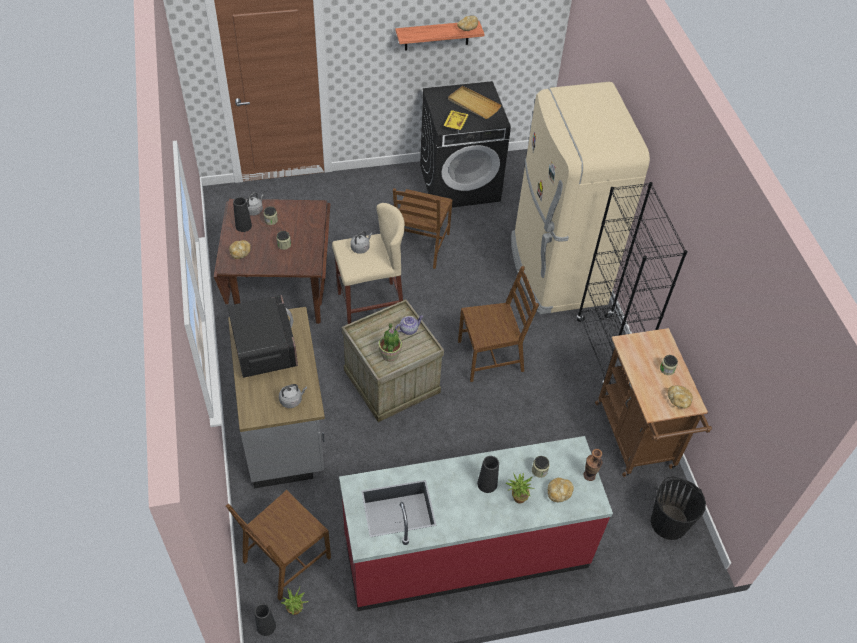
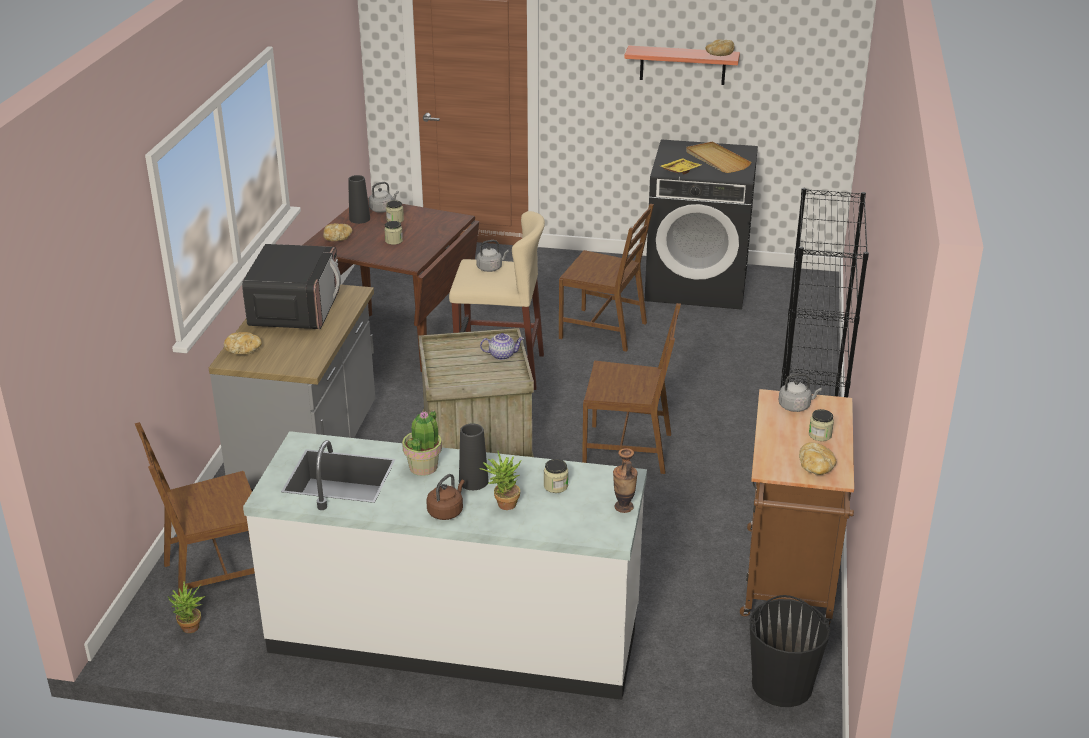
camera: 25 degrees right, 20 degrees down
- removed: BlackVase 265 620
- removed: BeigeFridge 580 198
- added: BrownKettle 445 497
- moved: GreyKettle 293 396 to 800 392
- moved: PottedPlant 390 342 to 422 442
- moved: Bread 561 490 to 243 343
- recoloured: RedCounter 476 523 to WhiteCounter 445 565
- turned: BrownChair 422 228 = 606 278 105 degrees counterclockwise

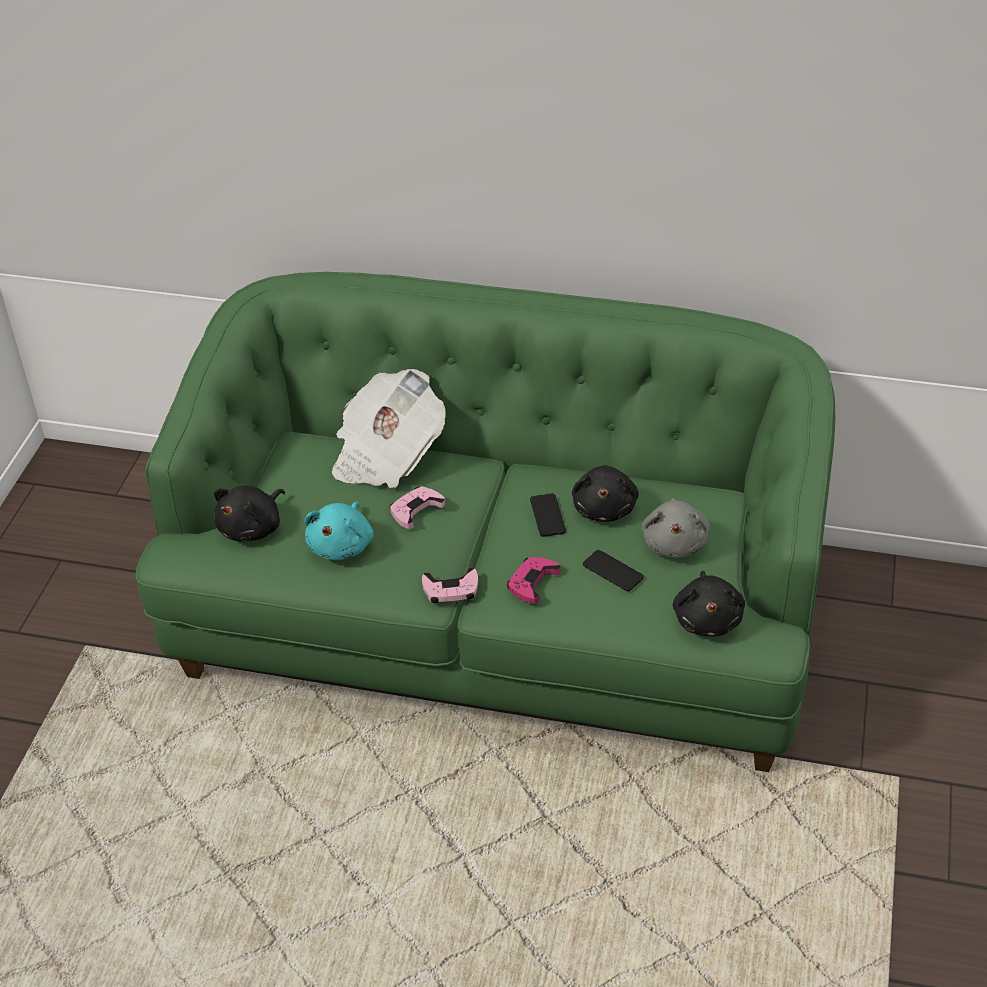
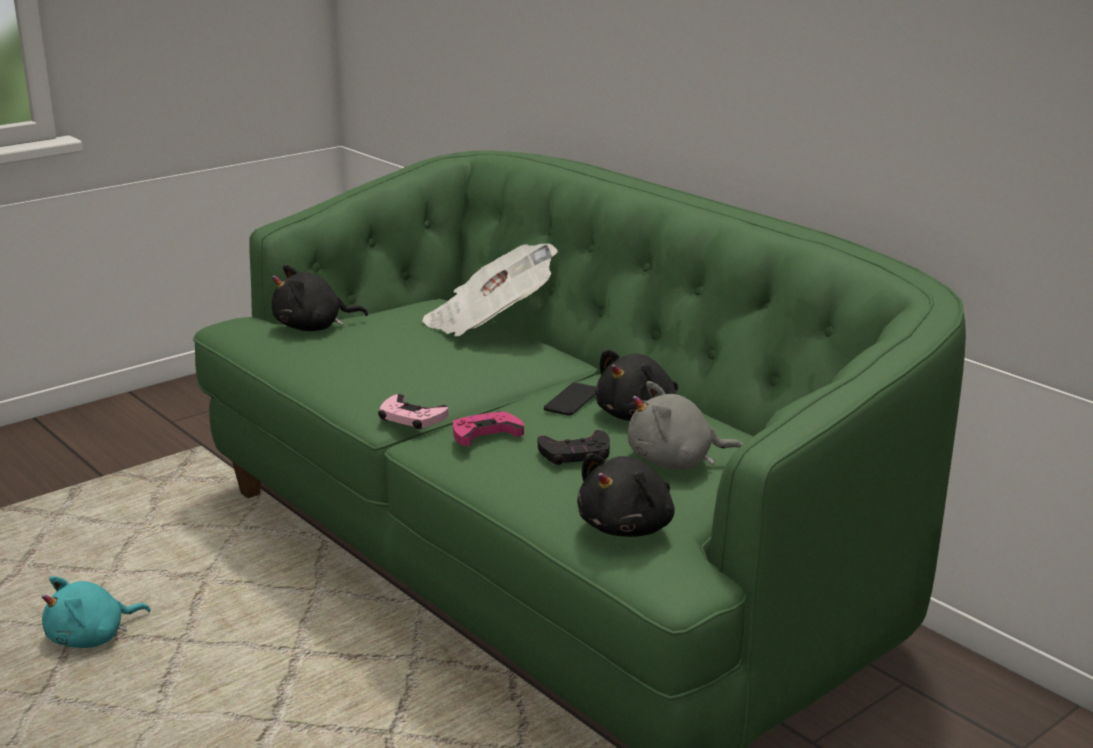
camera: 35 degrees right, 20 degrees down
- removed: PinkGameController 417 507
- moved: TurquoisePlushToy 339 531 to 96 612
- replaced: Phone 613 570 to BlackGameController 574 447
- turned: GreyPlushToy 675 528 = 685 425 45 degrees clockwise

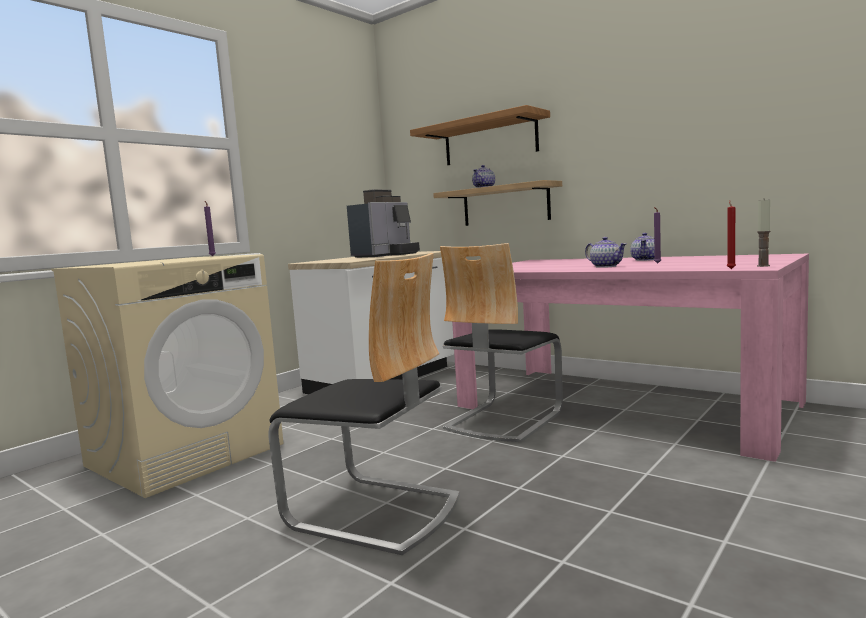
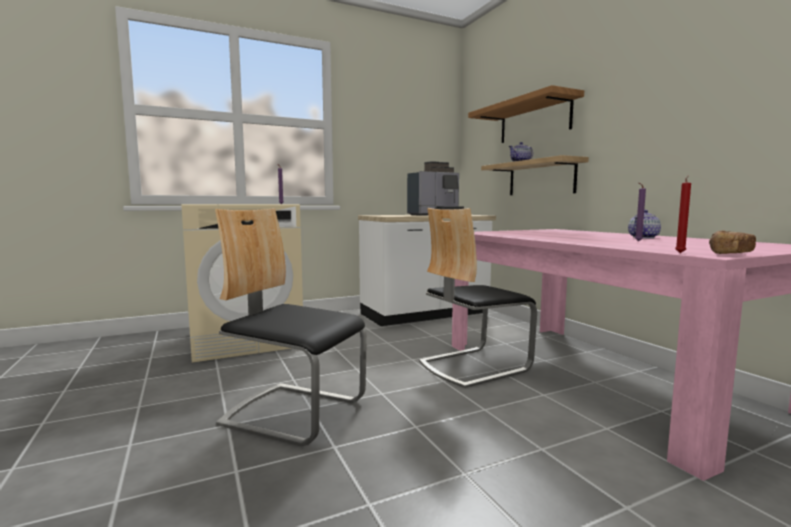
camera: 25 degrees right, 0 degrees up
- removed: Teapot 606 252
- replaced: Candle 764 233 to Bread 732 242
- turned: Chair 364 404 = 291 327 150 degrees clockwise

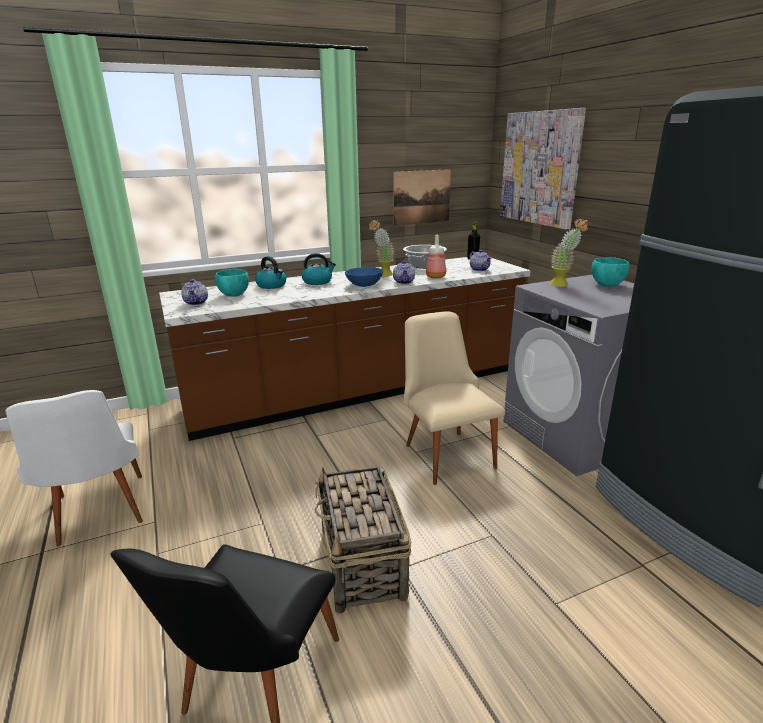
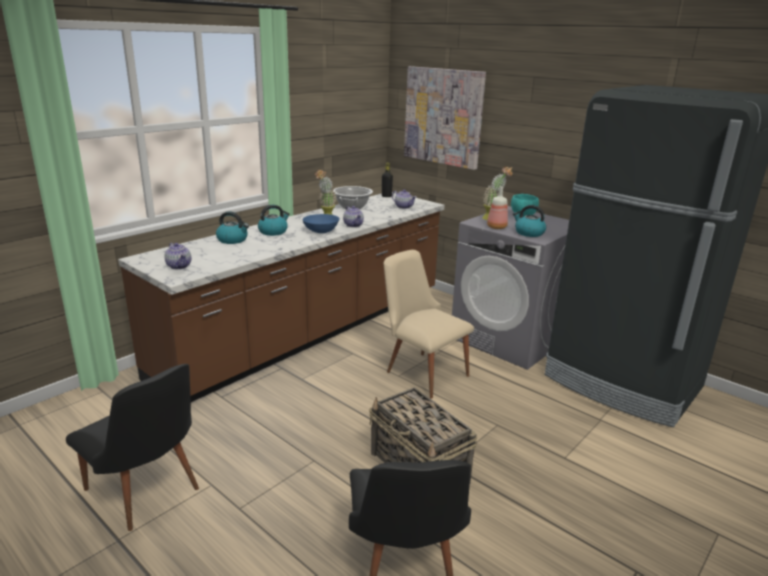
camera: 25 degrees left, 0 degrees up
- removed: TurquoiseBowl 232 283
- removed: Picture 422 197
- added: Kettle 529 221
- moved: Bottle 436 256 to 497 207
- recoloured: WhiteChair 74 468 to BlackChair 132 447

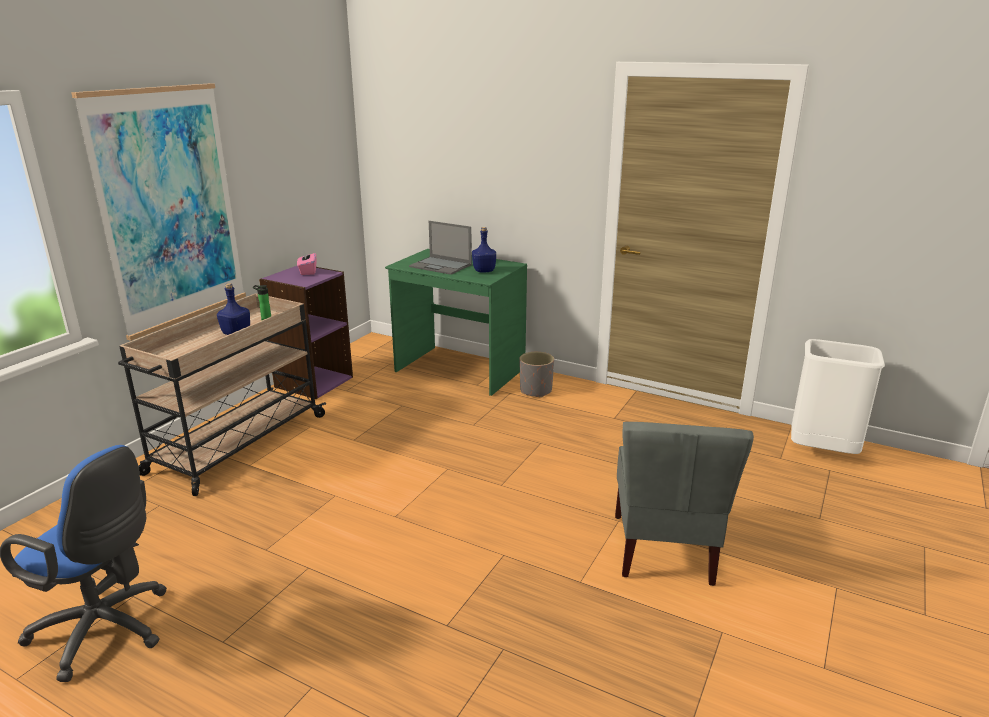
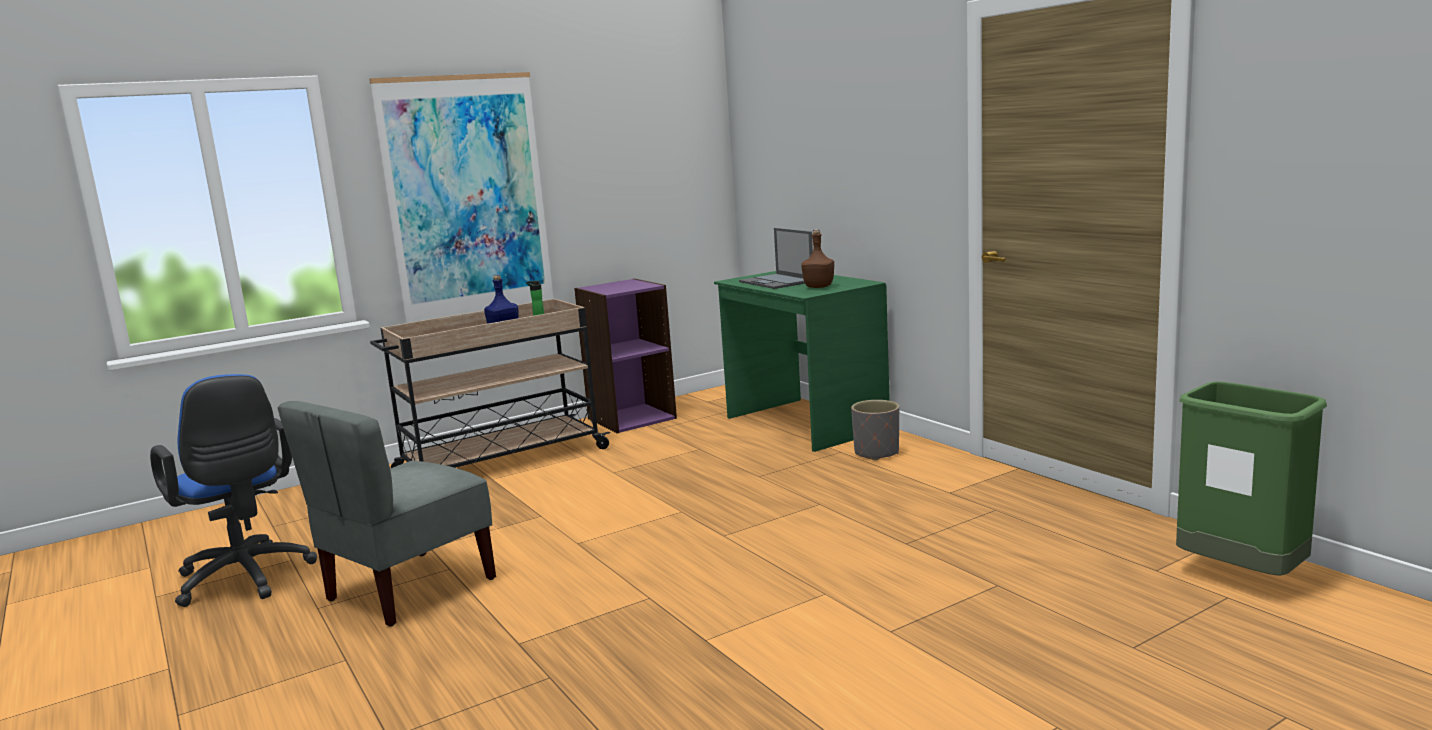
camera: 30 degrees right, 10 degrees down
- removed: PinkTissueBox 306 262
- moved: GreyChair 684 504 to 387 514
- recoloured: BlueBottle 484 250 to BrownBottle 818 258
- recoloured: WhiteTrashCan 838 396 to GreenTrashCan 1251 478

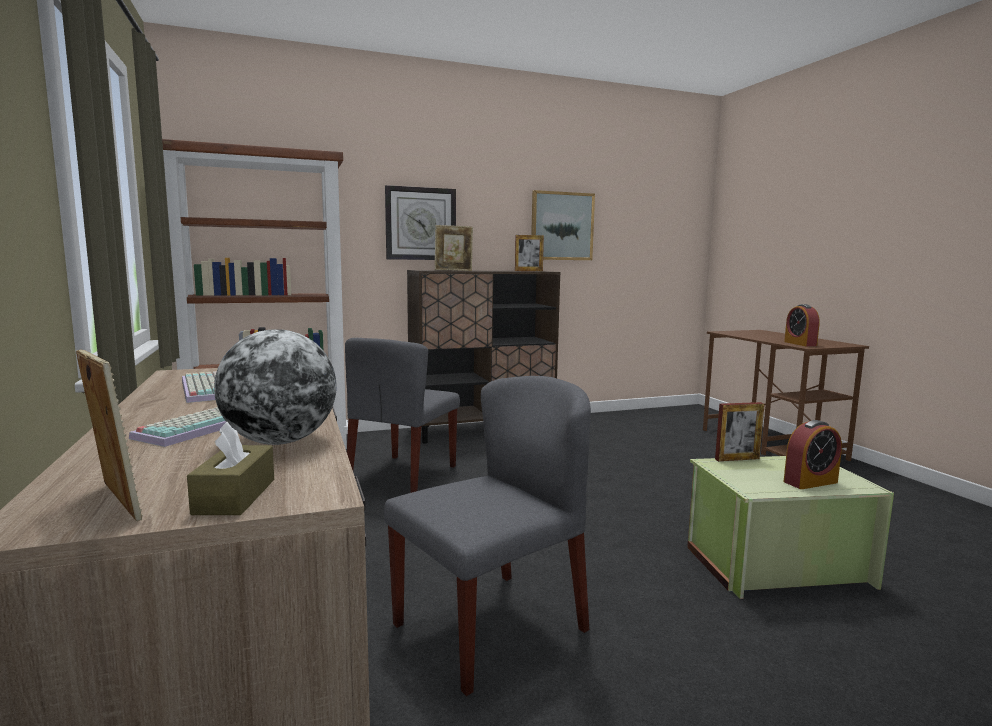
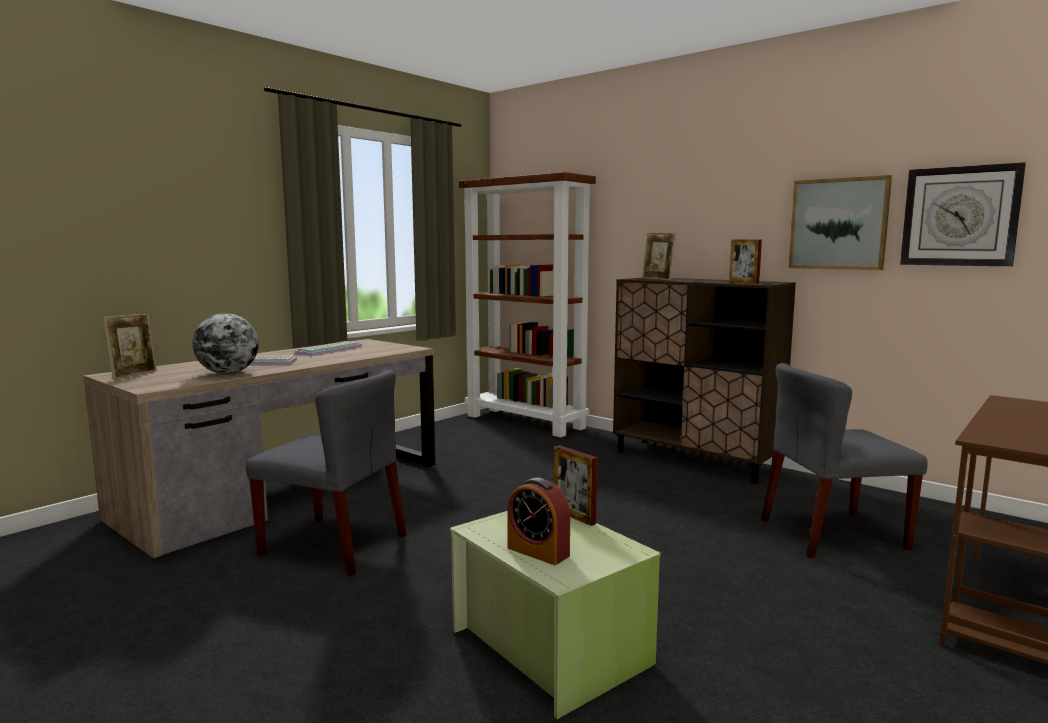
camera: 60 degrees right, 0 degrees up
- removed: BrownTissueBox 230 468
- removed: AlarmClock 802 325
- moved: GreyChair 402 415 to 844 460
- moved: WallClock 420 222 to 963 214

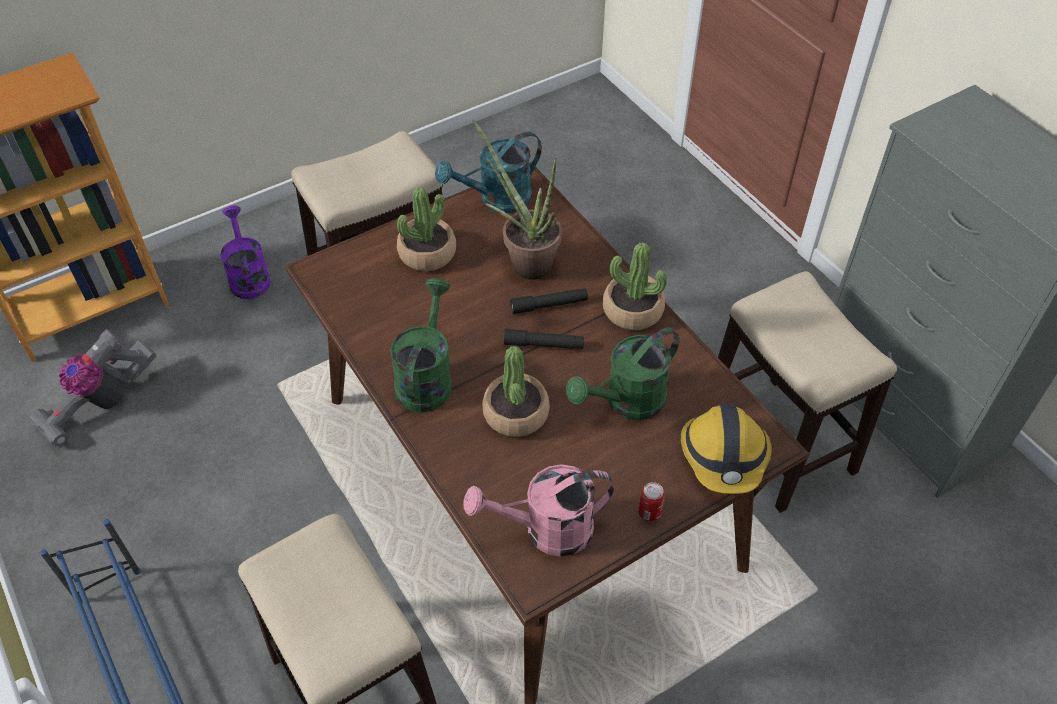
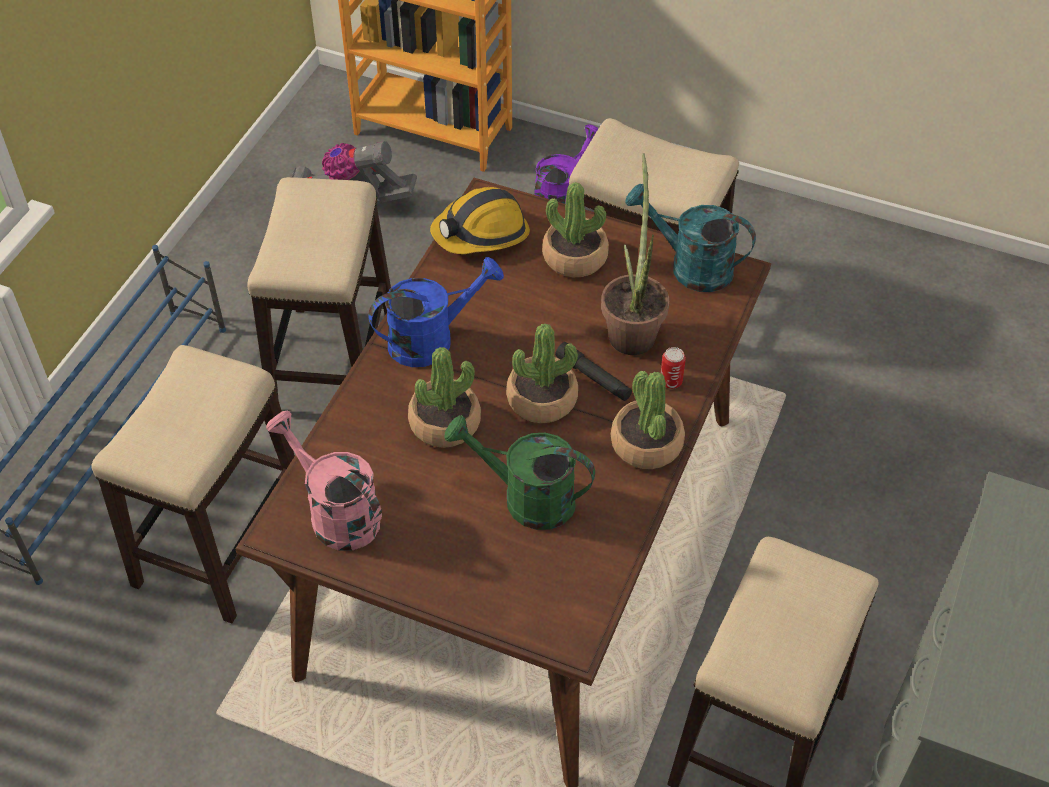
camera: 55 degrees right, 0 degrees up
- added: Stool 319 287
- moved: Can 651 501 to 673 368
- moved: HardHat 726 449 to 480 220
- replaced: BlackFlashlight 544 339 to PottedPlant 542 373
- recoloured: GreenWateringCan 421 345 to BlueWateringCan 436 312

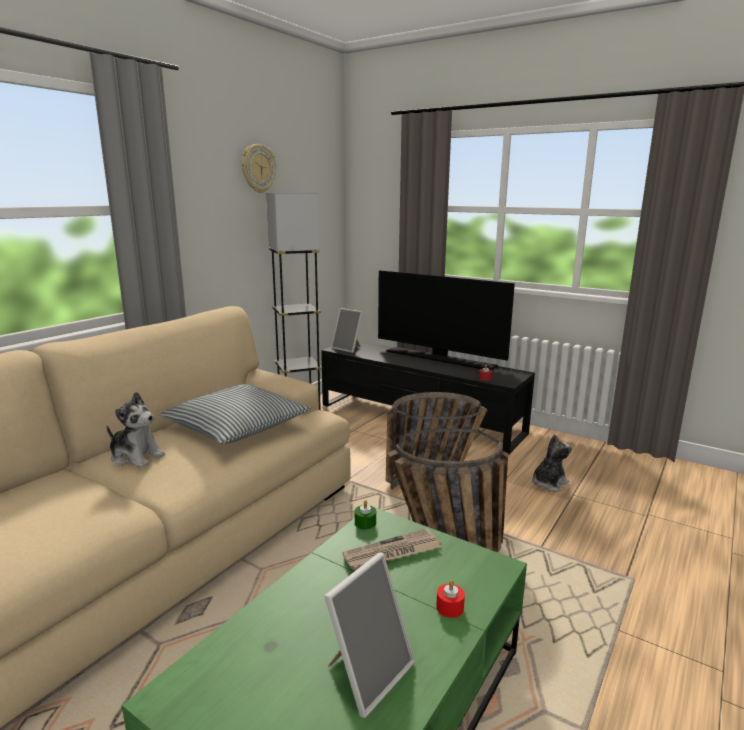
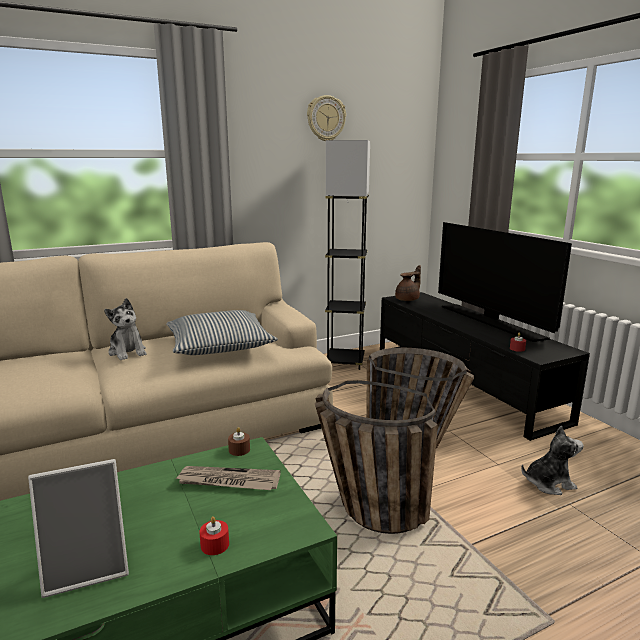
camera: 30 degrees right, 0 degrees up
- replaced: PictureFrame 347 330 to BrownTeapot 408 283
- recoloured: GreenCandle 365 515 to BrownCandle 239 441

